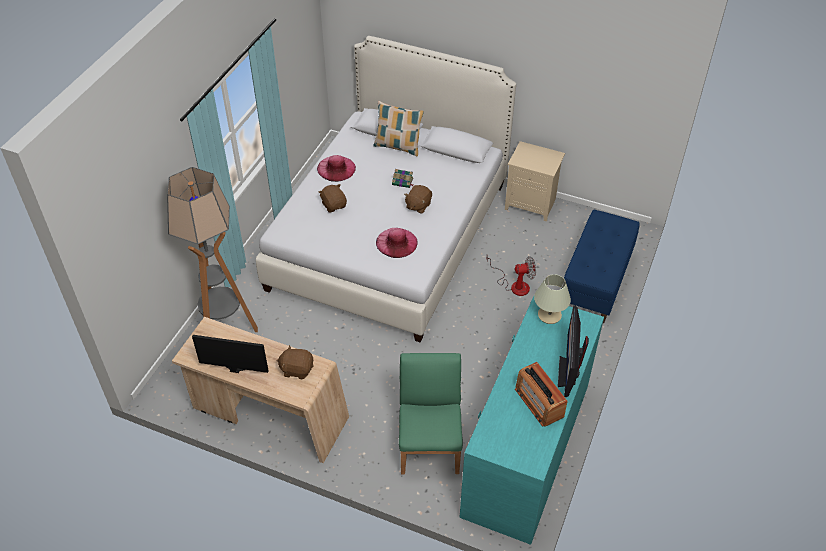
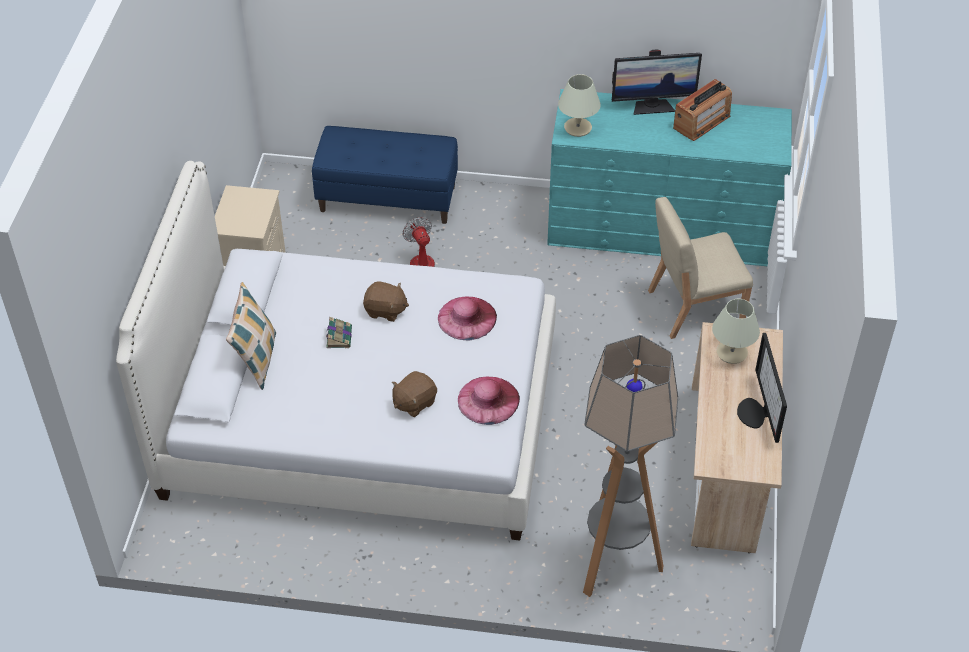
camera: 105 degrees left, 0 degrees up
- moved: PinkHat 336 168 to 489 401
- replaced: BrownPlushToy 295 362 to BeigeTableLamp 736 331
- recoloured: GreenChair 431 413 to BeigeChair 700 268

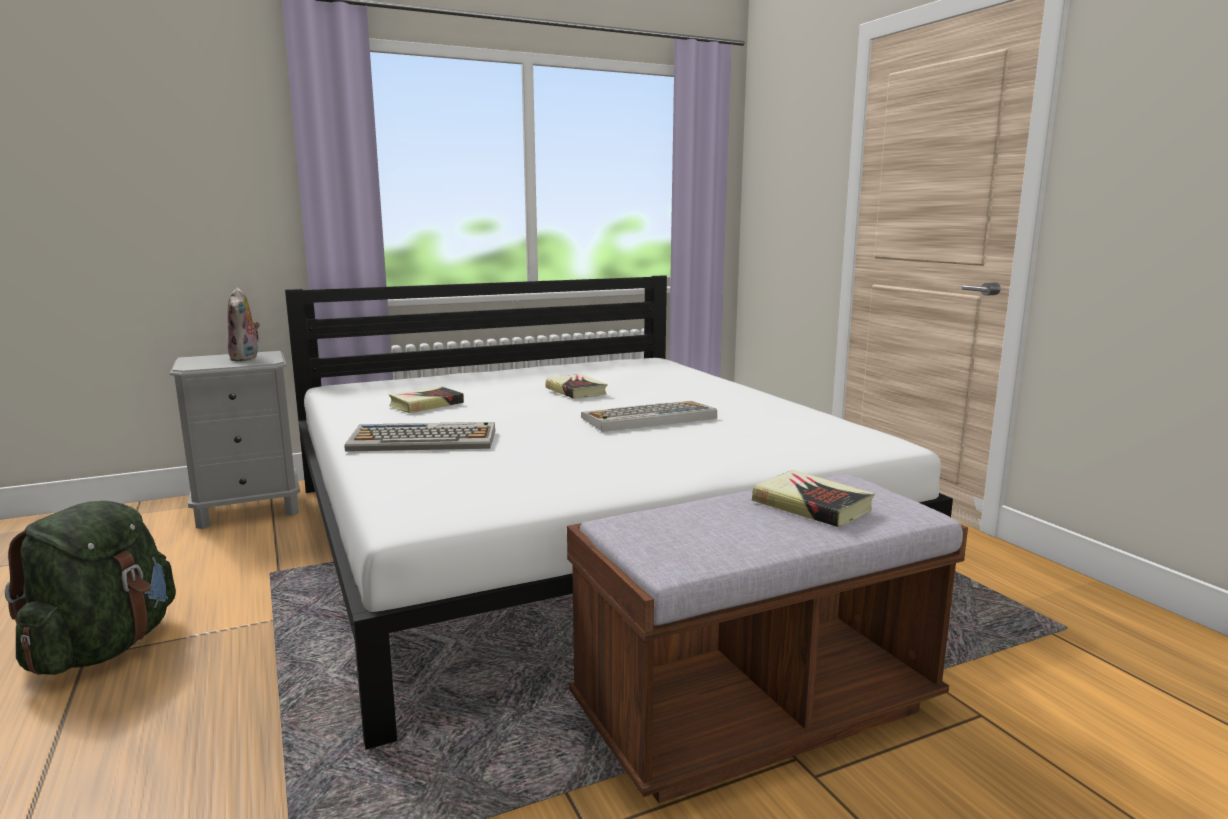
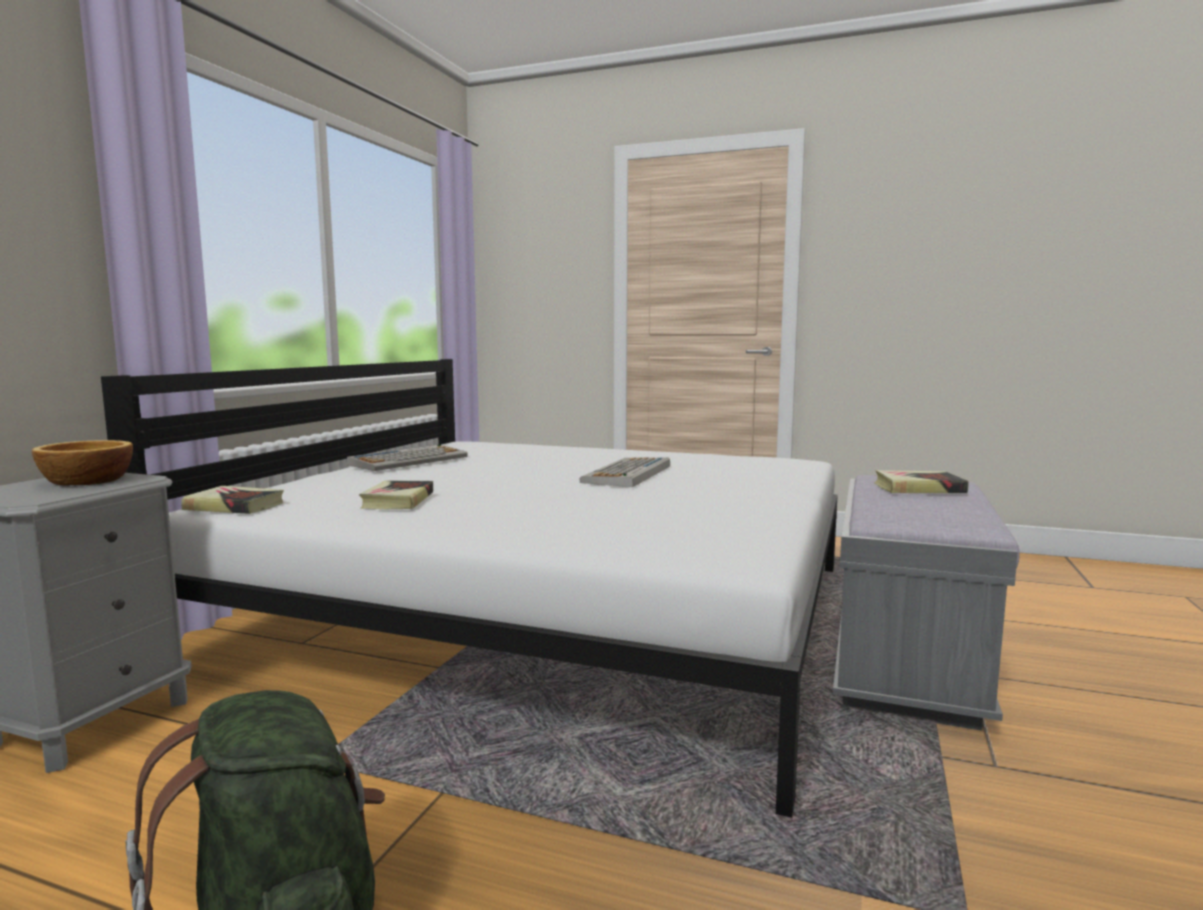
camera: 45 degrees left, 5 degrees down
- moved: Keyboard 419 437 to 407 457
- moved: Book 577 386 to 232 500
- replaced: PlushToy 243 324 to Bowl 82 462
- recoloured: BrownBench 767 638 to GreyBench 926 603

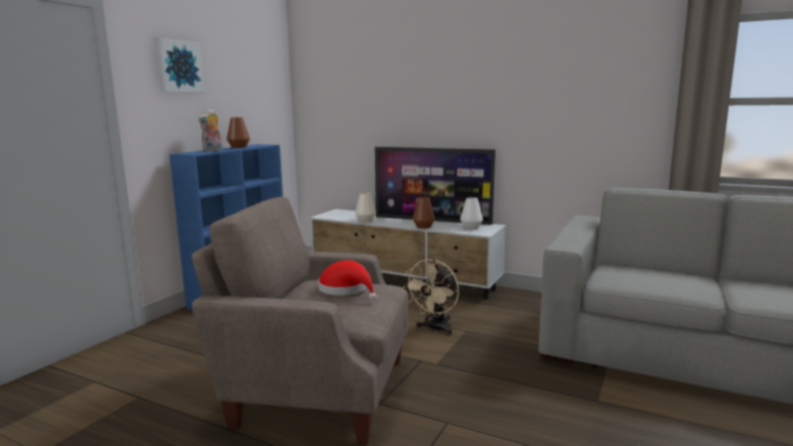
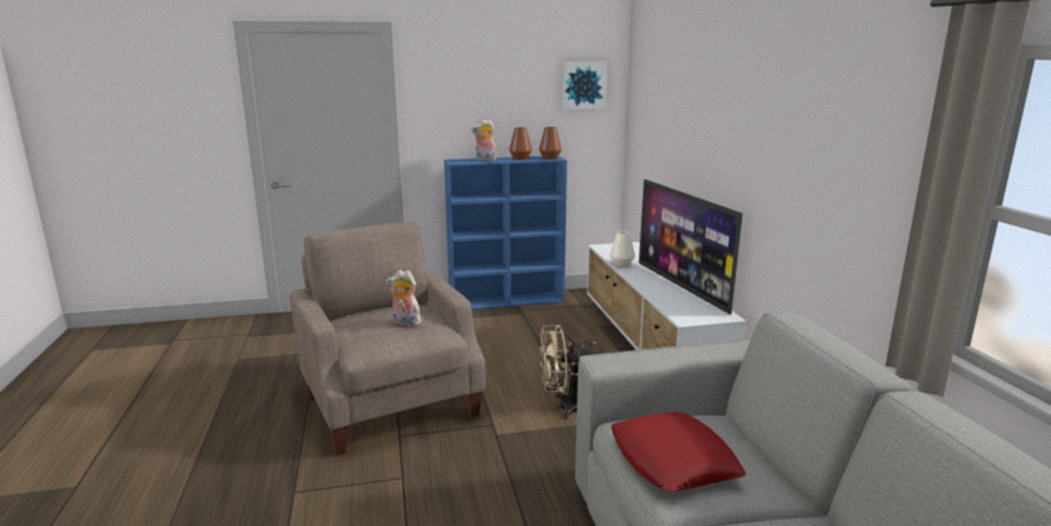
camera: 50 degrees right, 5 degrees up
- removed: WhiteVase 471 213
- added: RedPillow 678 452
- moved: Picture 180 65 to 584 86
- moved: BrownVase 424 213 to 550 143
- replaced: RedHat 347 280 to PlushToy 403 298

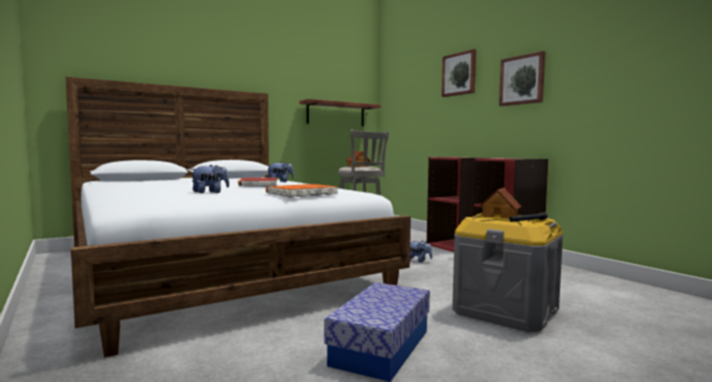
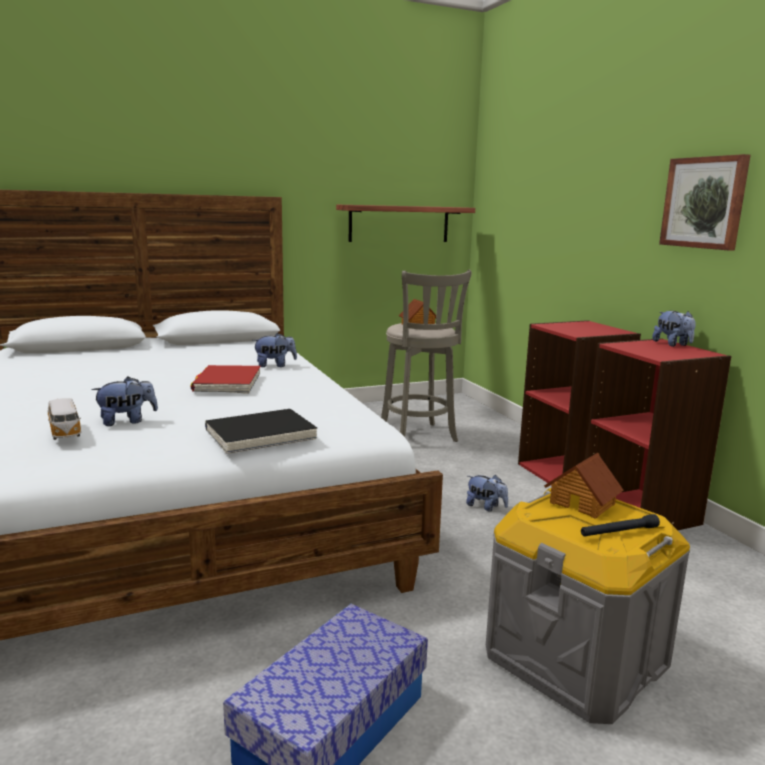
camera: 10 degrees right, 10 degrees up
- removed: Picture 459 73
- added: ToyCar 64 419
- added: PlushToy 674 329
- recoloured: OrangeBook 302 191 to BlackBook 261 431

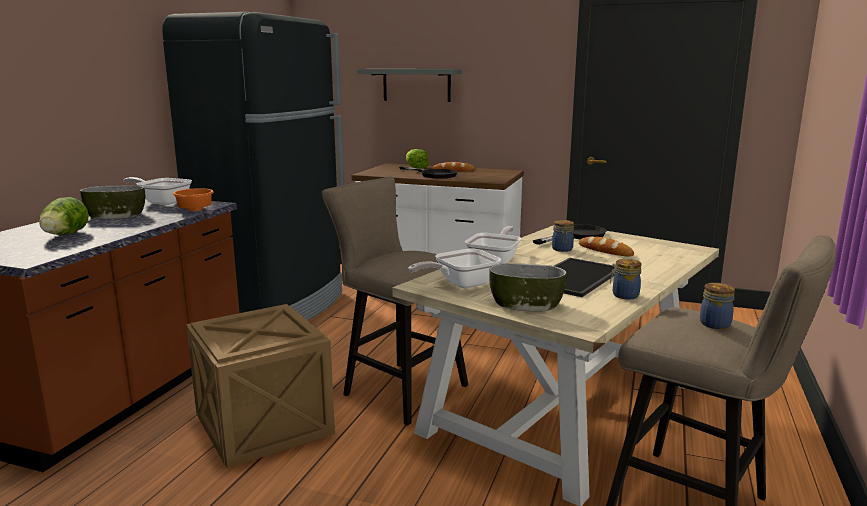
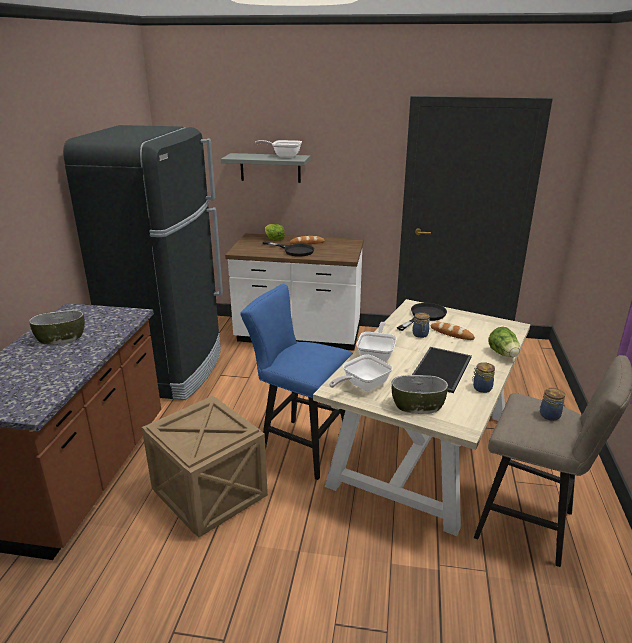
camera: 10 degrees left, 10 degrees up
- removed: OrangeBowl 193 199
- moved: Lettuce 64 216 to 504 342
- moved: FryingPan 157 191 to 278 149
- recoloured: BeigeStool 395 301 to BlueStool 296 382

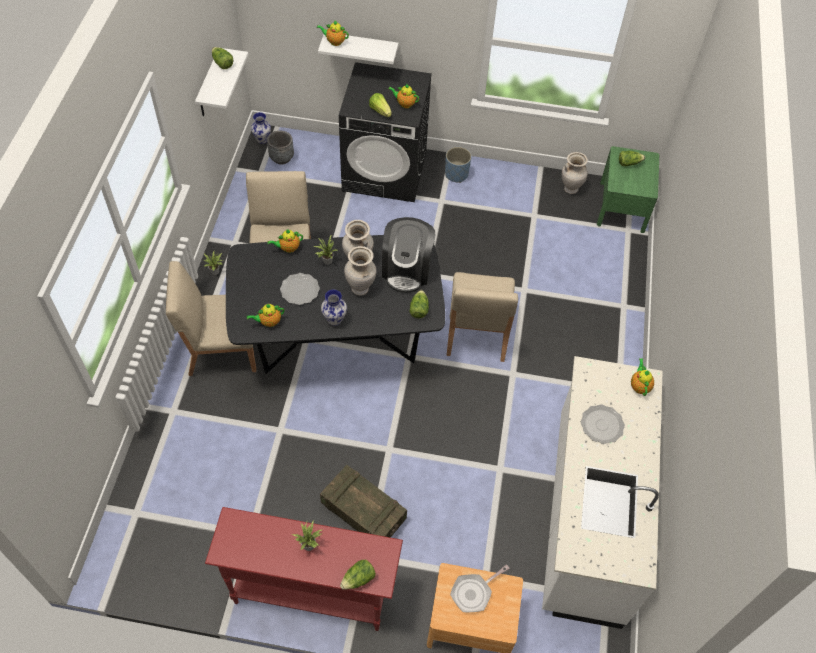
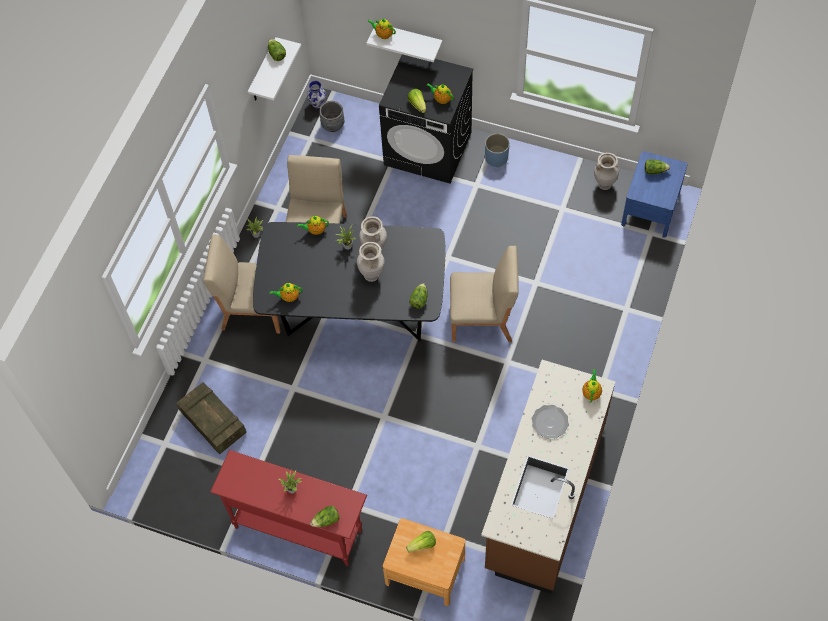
camera: 15 degrees right, 5 degrees up
- removed: Plate 300 289
- removed: Vase 334 308
- removed: CoffeeMachine 409 255
- moved: Crate 363 501 to 211 418
- replaced: FryingPan 480 588 to Lettuce 421 541
- recoloured: WhiteCounter 602 492 to BrownCounter 548 477
- recoloured: GreenNightstand 628 189 to BlueNightstand 654 194
- turned: BeigeChair 482 317 = 484 294 105 degrees counterclockwise

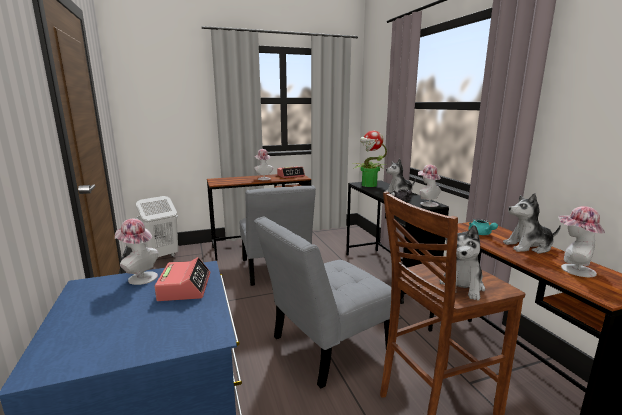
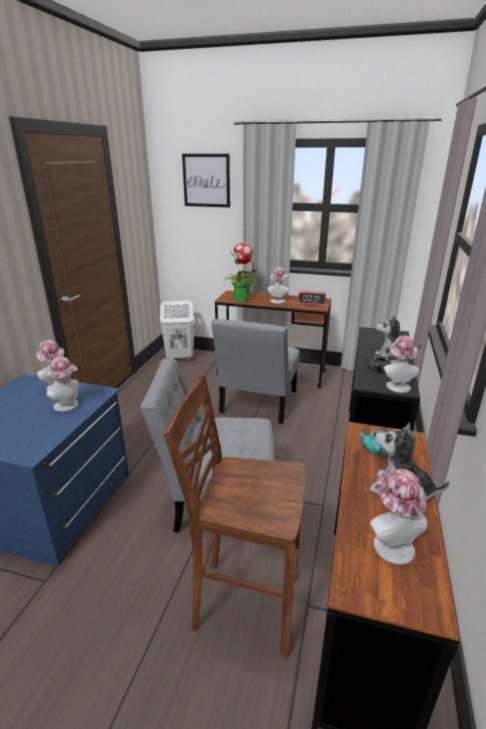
camera: 35 degrees right, 10 degrees up
- removed: PlushToy 462 262
- added: Picture 206 180
- moved: PottedPlant 370 159 to 241 272
- replaced: AlarmClock 182 279 to Hat 63 384

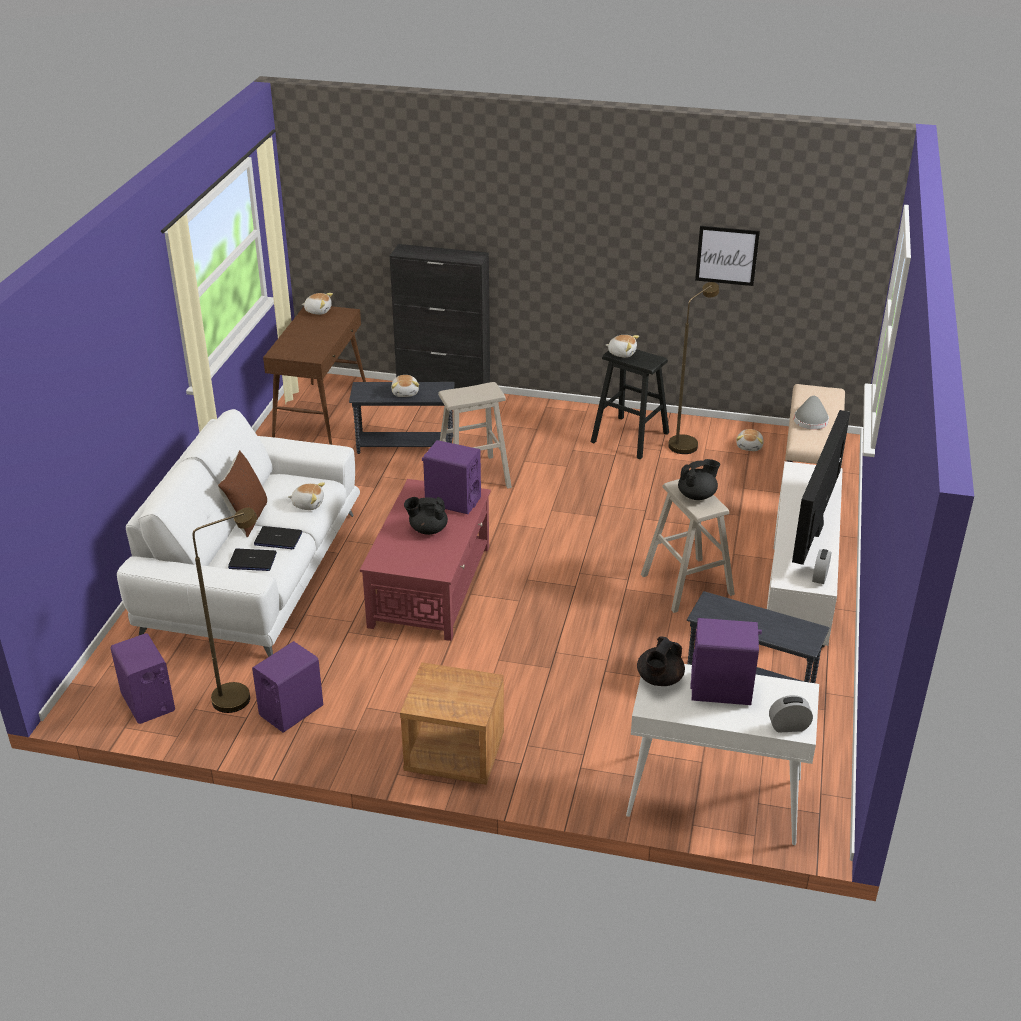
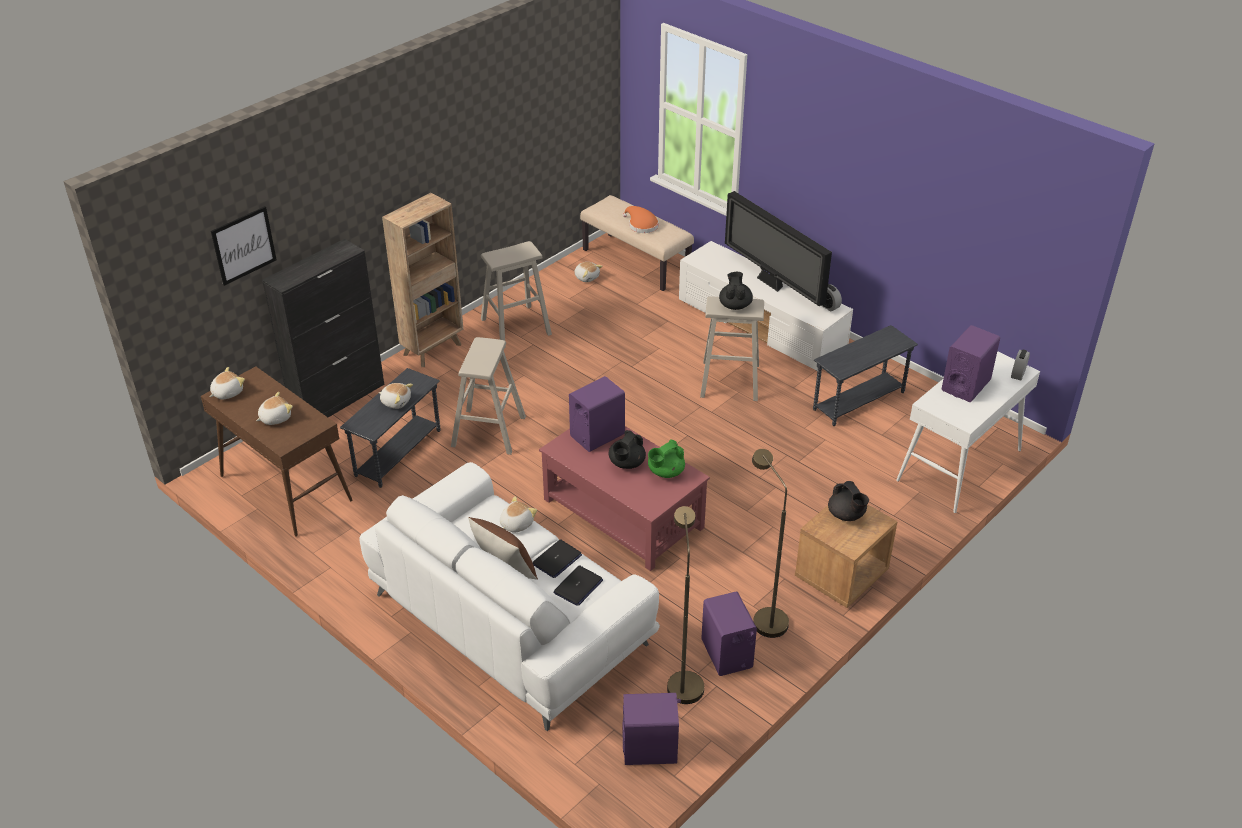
camera: 60 degrees left, 5 degrees up
- added: BrownBookcase 422 280
- added: GreenTeapot 666 458
- moved: PlushToy 622 346 to 274 408
- moved: BlackTeapot 661 661 to 848 501
- moved: BrownFloorLamp 693 368 to 770 543
- moved: Picture 727 256 to 243 246
- recoloured: BlackStool 630 404 to BeigeStool 516 294
- recoloured: GreyHat 811 413 to OrangeHat 640 219

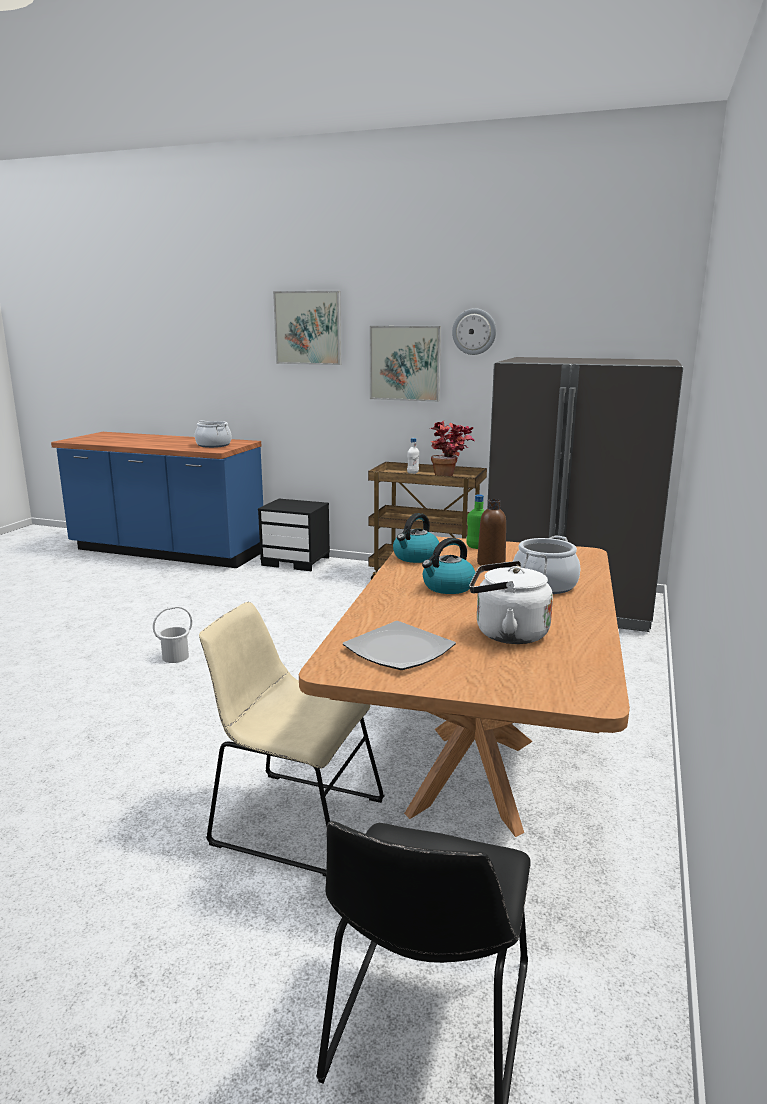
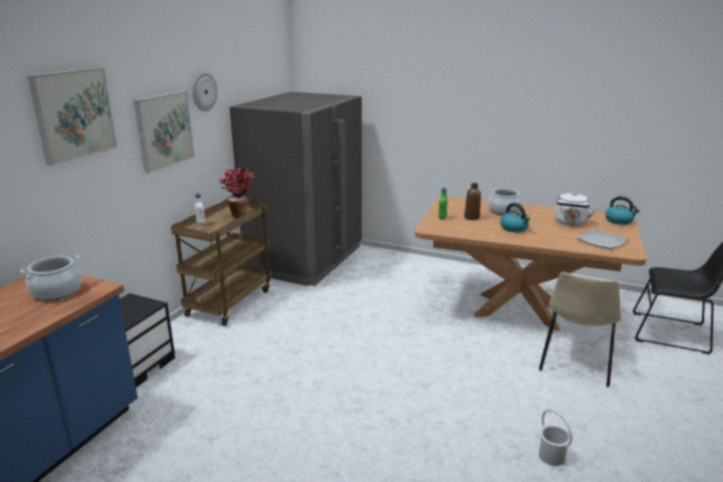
camera: 85 degrees left, 5 degrees up
- moved: WhiteBucket 172 634 to 555 437
- moved: Kettle 416 538 to 622 210

